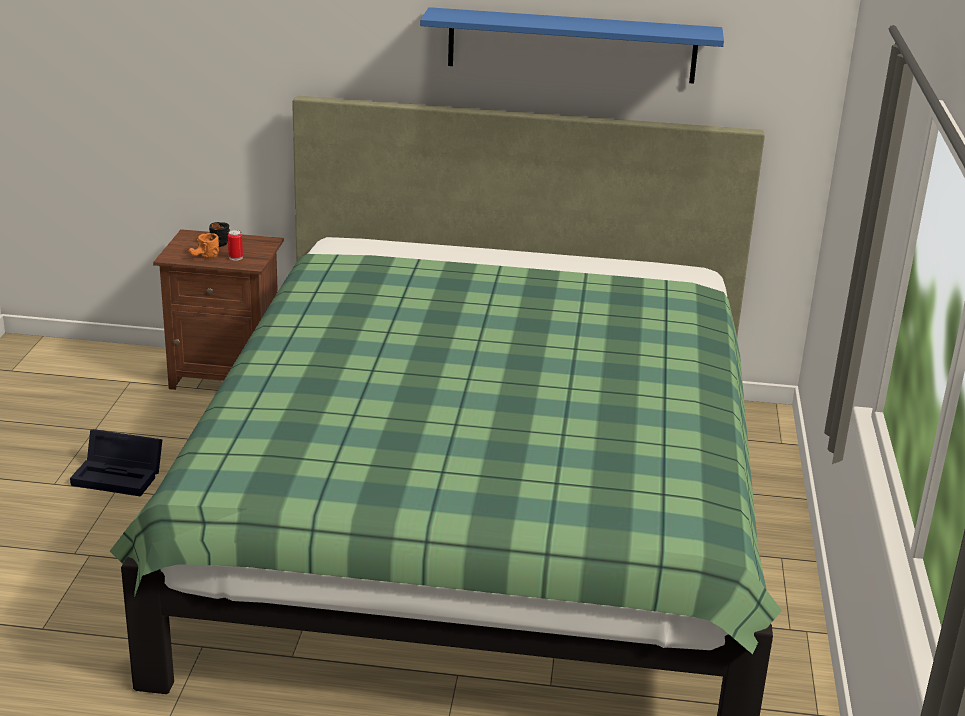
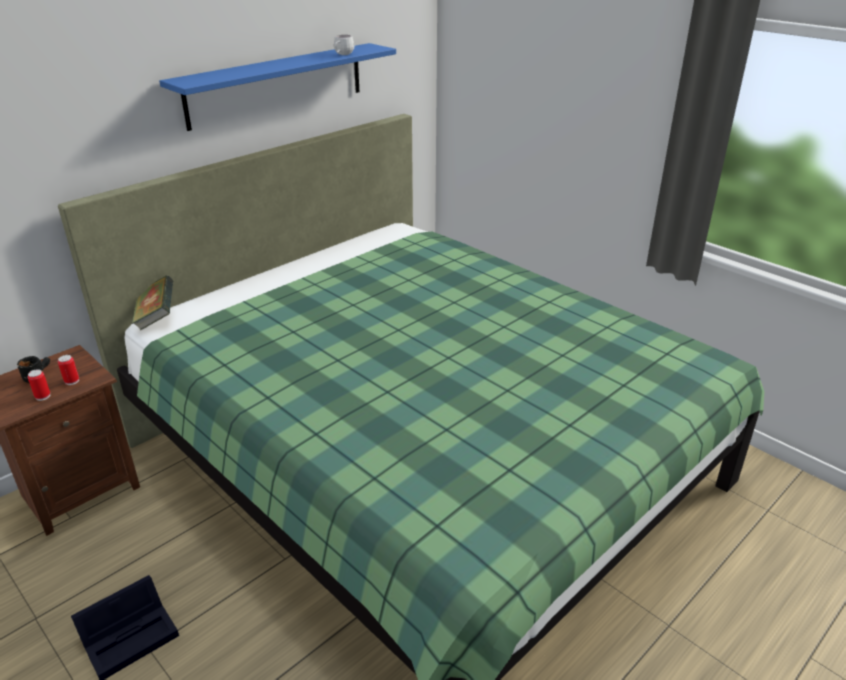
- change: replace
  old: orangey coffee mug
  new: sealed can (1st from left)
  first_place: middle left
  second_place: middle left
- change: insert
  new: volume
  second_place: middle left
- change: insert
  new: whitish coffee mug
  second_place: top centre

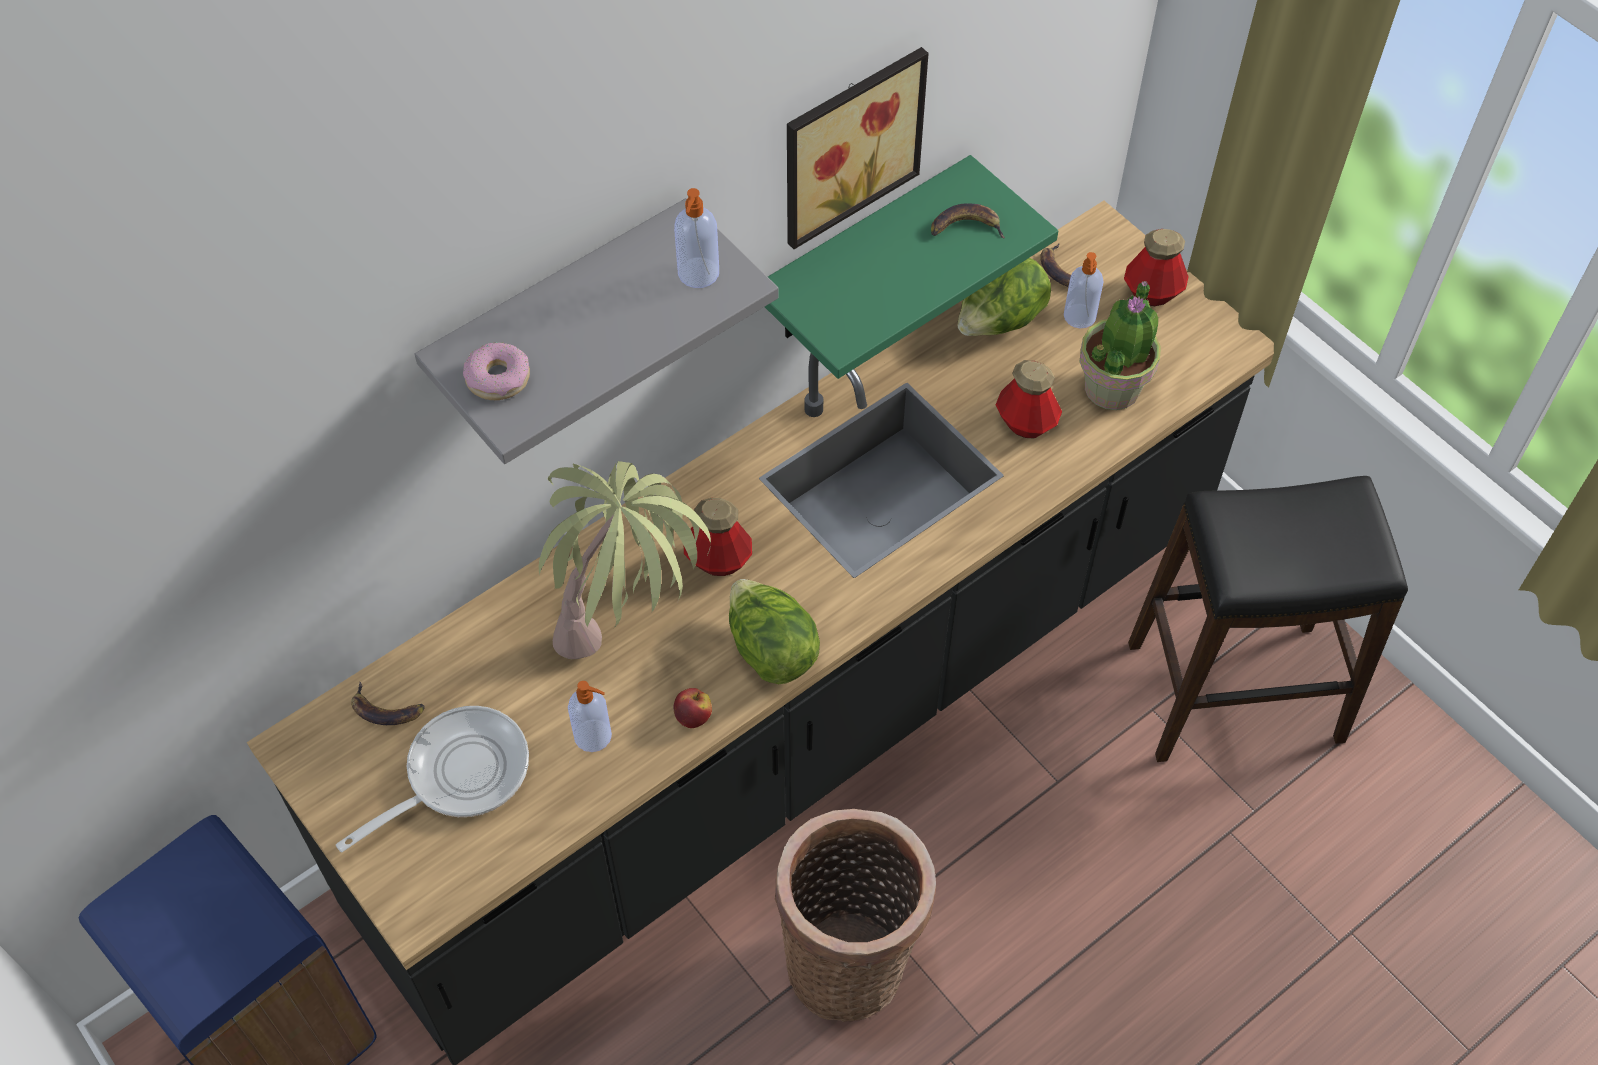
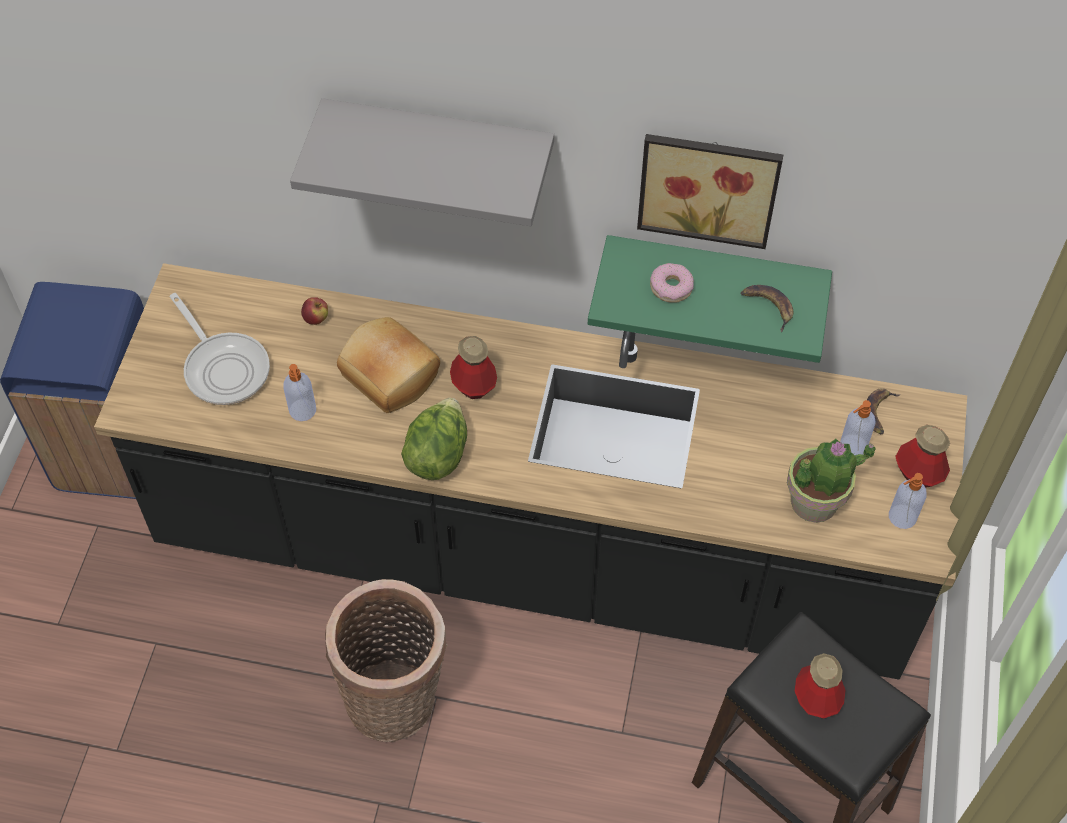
- change: rotate
  old: pan
  first_place: bottom left
  second_place: middle left
  degrees: 45
- change: move
  old: whole apple
  first_place: centre
  second_place: middle left
- change: replace
  old: potted plant (1st from left)
  new: bread
  first_place: centre
  second_place: centre
- change: move
  old: ring doughnut
  first_place: middle left
  second_place: centre
- change: move
  old: beverage bottle (2nd from left)
  first_place: centre
  second_place: bottom right
- change: move
  old: liquid soap bottle (2nd from left in the first image)
  new: liquid soap bottle (3rd from left)
  first_place: top centre
  second_place: middle right
- change: delete
  old: banana fruit (1st from left)
  first_place: middle left
- change: delete
  old: lettuce head (2nd from left)
  first_place: top centre

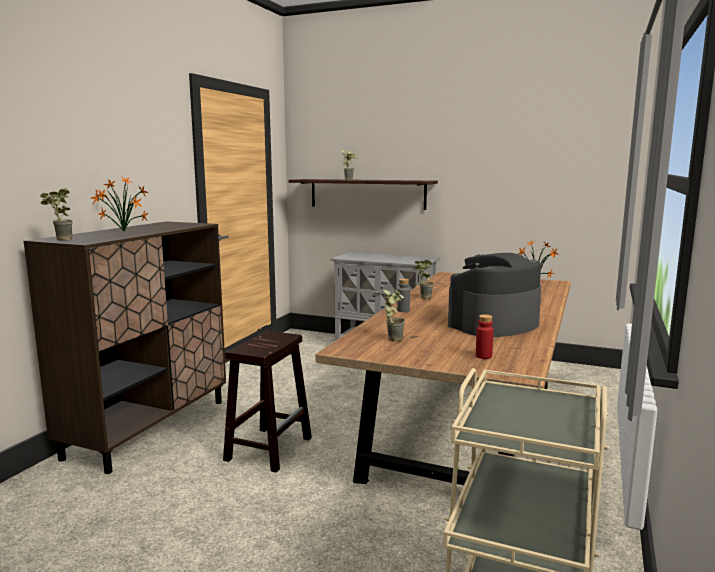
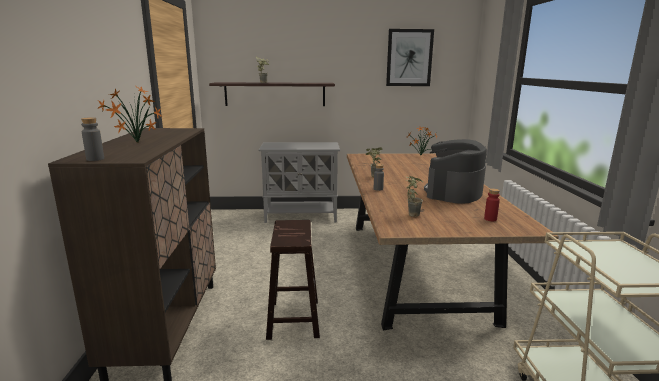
- change: replace
  old: potted plant (1st from left)
  new: greyish beverage bottle (1st from left)
  first_place: middle left
  second_place: middle left
- change: insert
  new: wall picture
  second_place: top centre

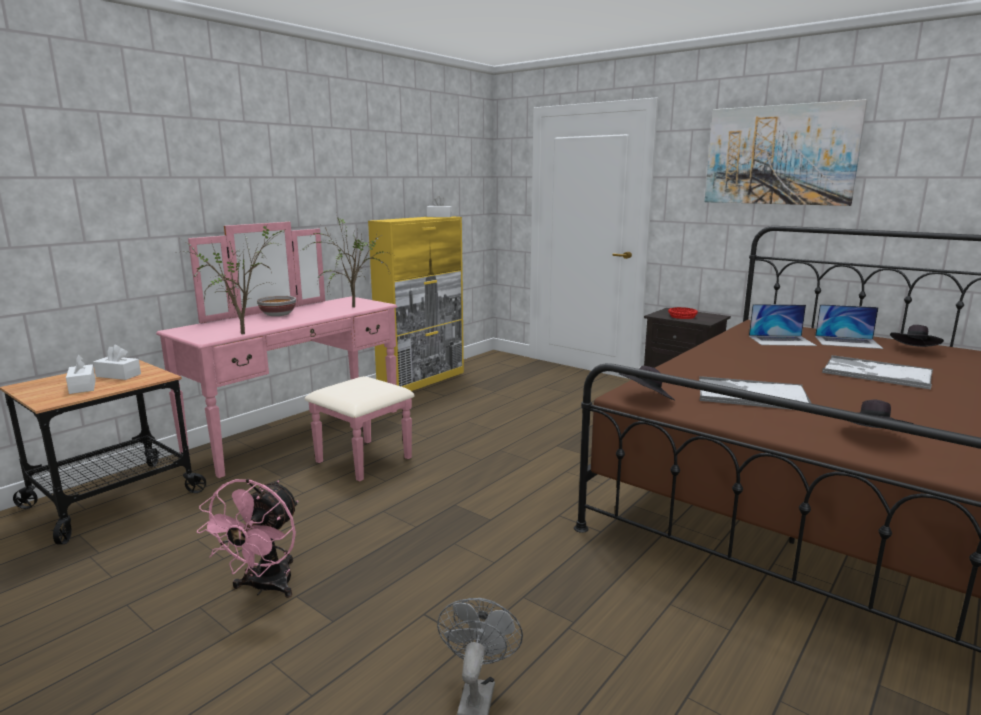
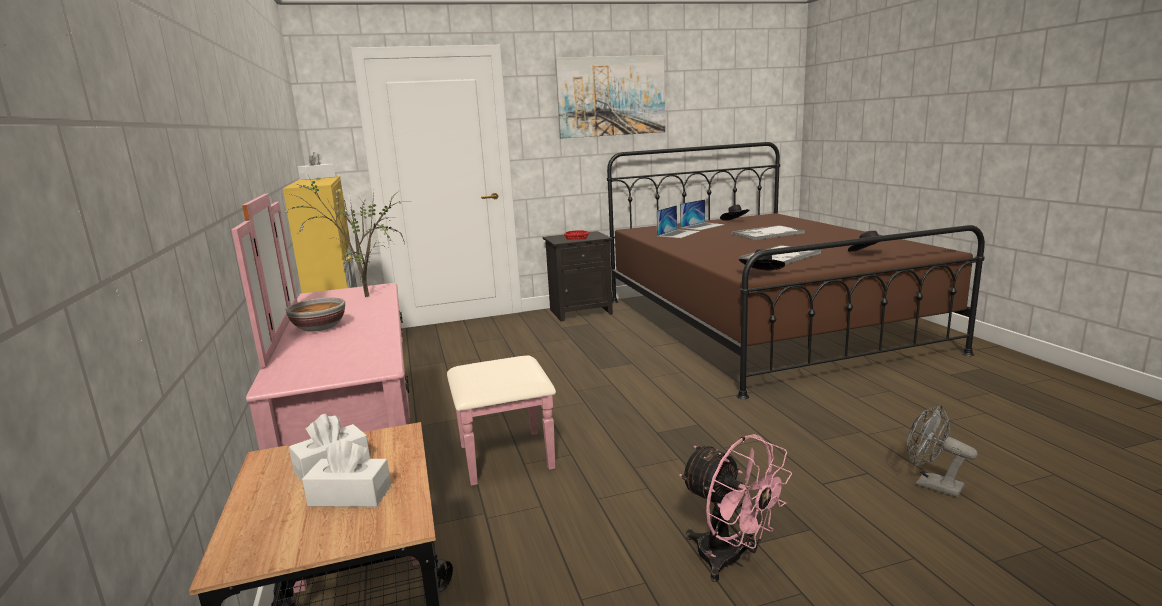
- change: delete
  old: potted plant (1st from left)
  first_place: middle left

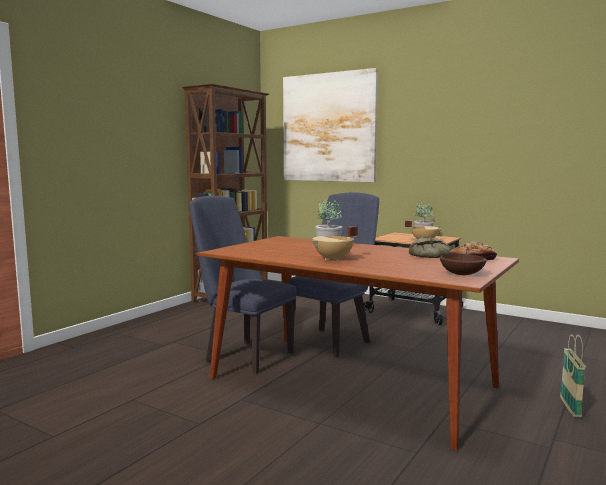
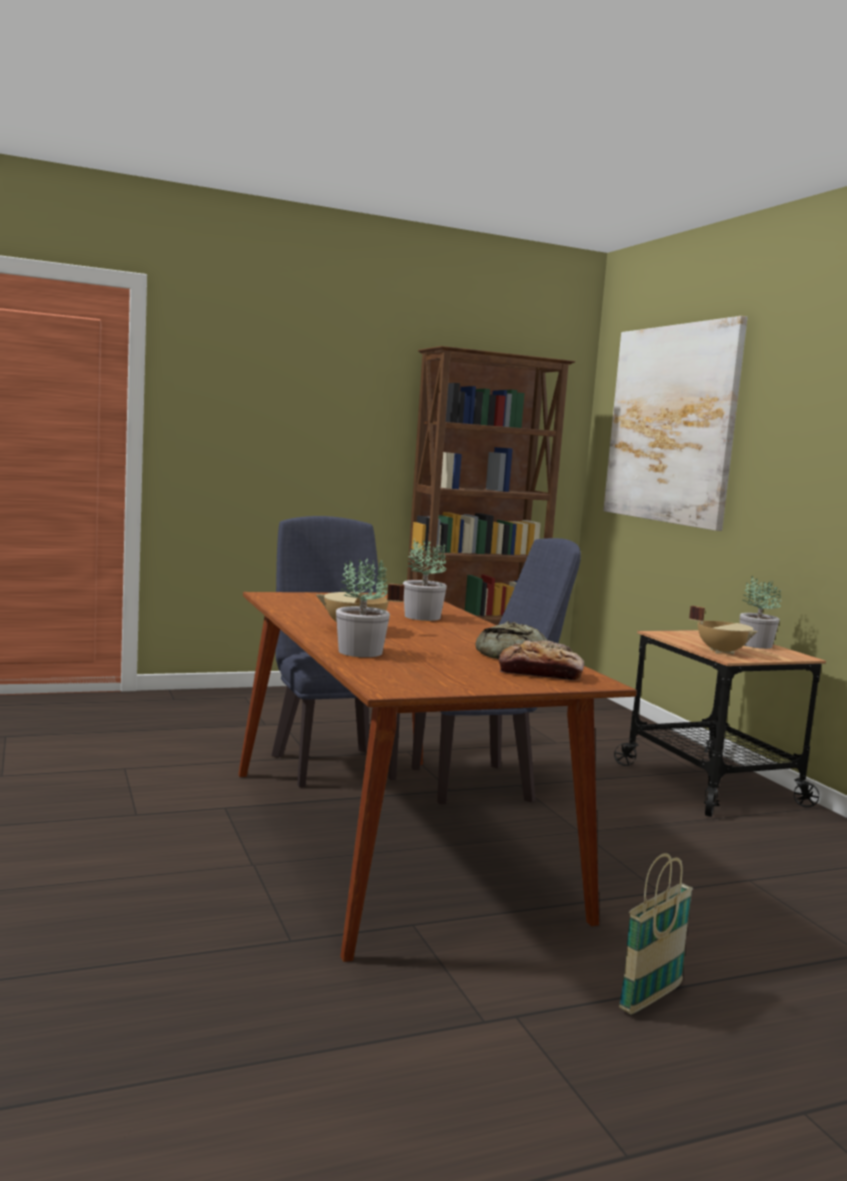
- change: insert
  new: potted plant (1st from left)
  second_place: centre
- change: delete
  old: brownish bowl
  first_place: middle right

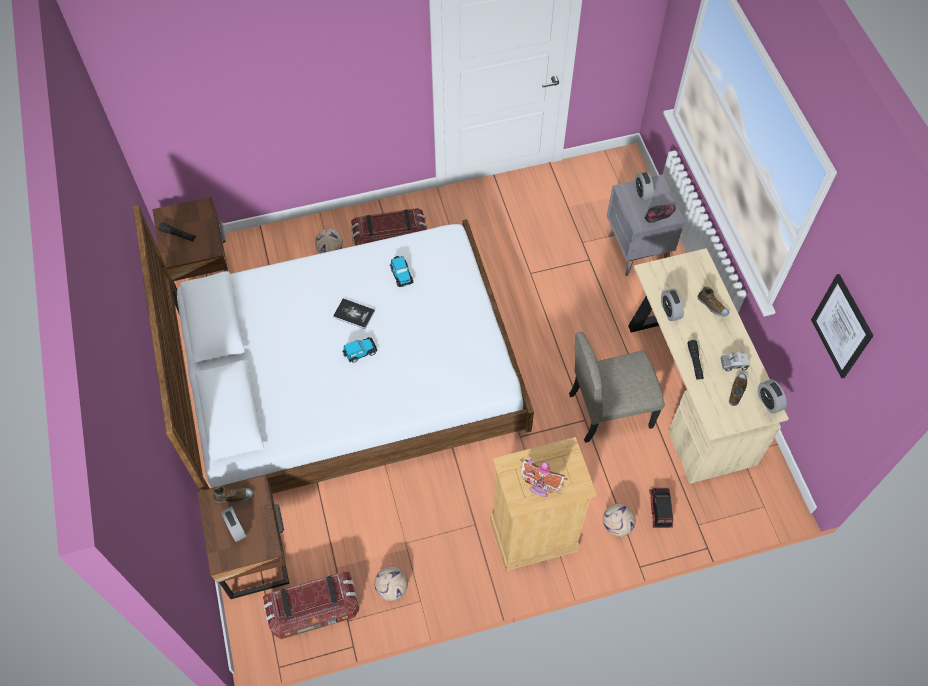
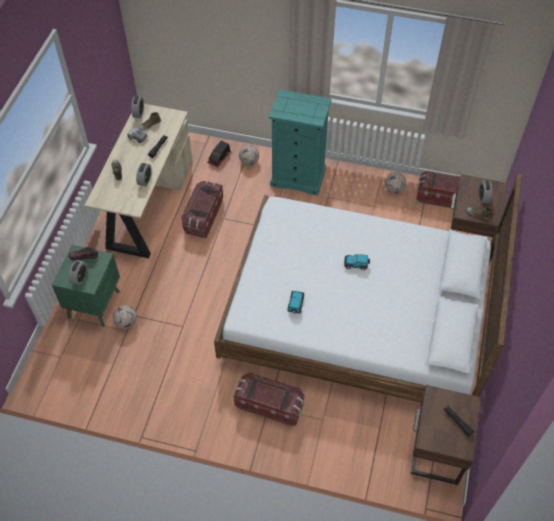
- change: recolor
  old: greyish night table
  new: green-coloured night table
  first_place: top right
  second_place: middle left
- change: move
  old: ball for football (1st from left)
  first_place: centre
  second_place: middle left
- change: replace
  old: beige-coloured upright chair
  new: storage container (1st from left)
  first_place: centre
  second_place: centre
- change: recolor
  old: beige-coloured drawer chest
  new: blue-green drawer chest
  first_place: bottom centre
  second_place: top centre
- change: delete
  old: volume
  first_place: centre
- change: delete
  old: model house
  first_place: bottom centre
- change: delete
  old: wall picture
  first_place: middle right

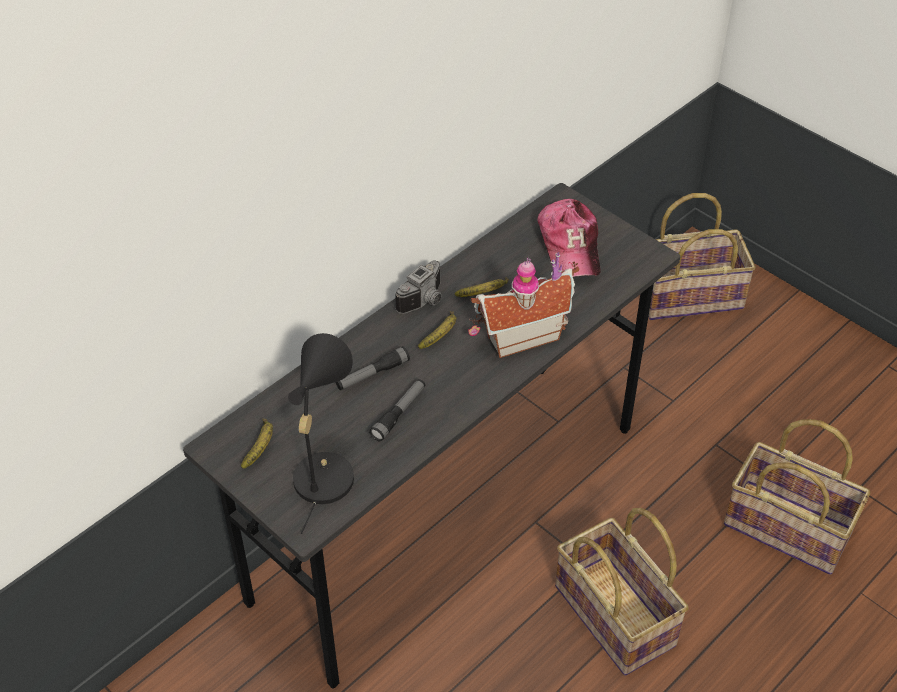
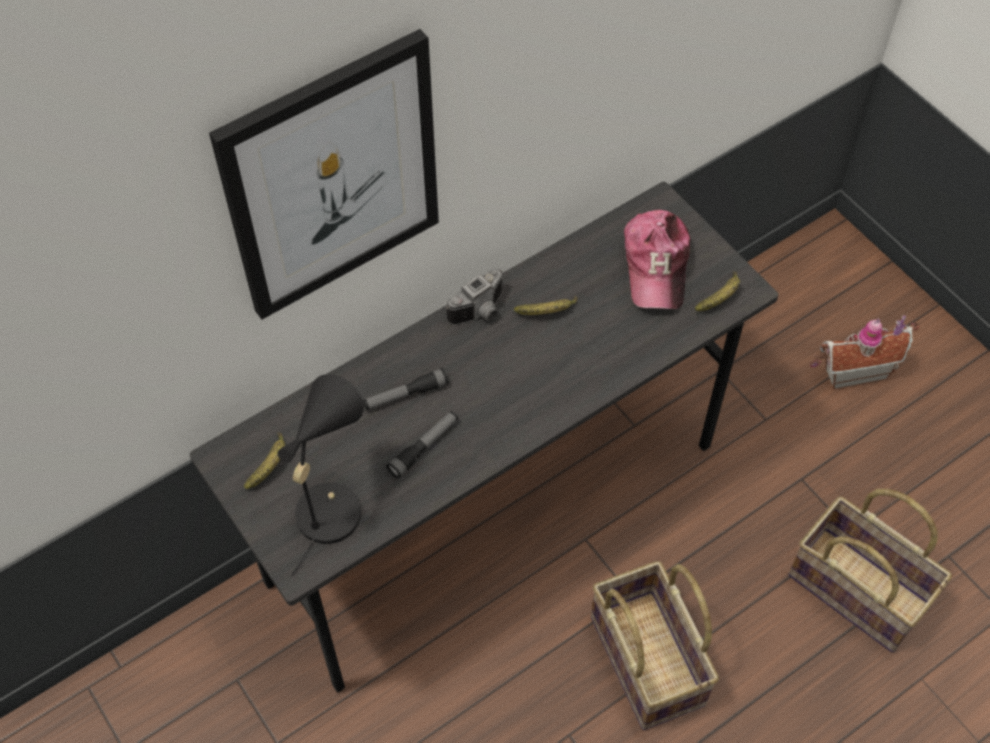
- change: insert
  new: wall picture
  second_place: top left
- change: move
  old: banana fruit (2nd from left in the first image)
  new: banana fruit (3rd from left)
  first_place: centre
  second_place: middle right
- change: move
  old: model house
  first_place: centre
  second_place: middle right
- change: delete
  old: storage basket (2nd from left)
  first_place: middle right

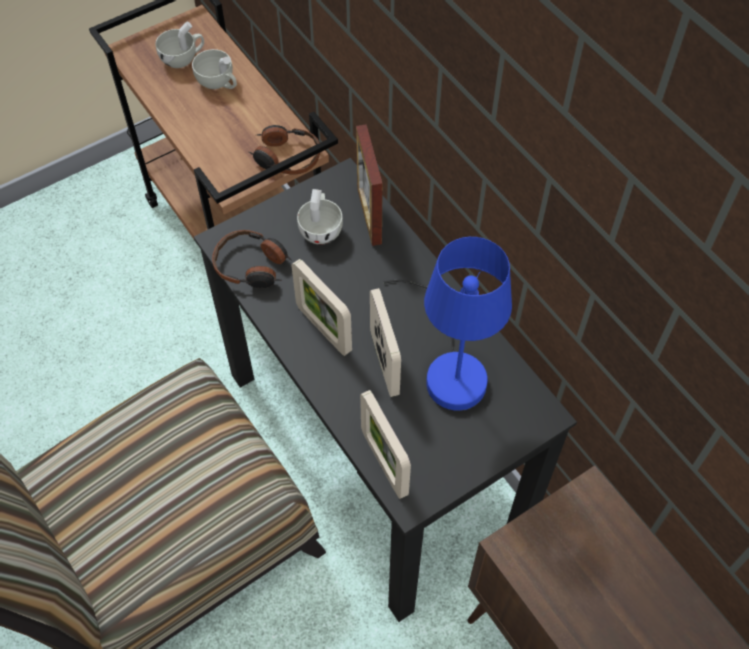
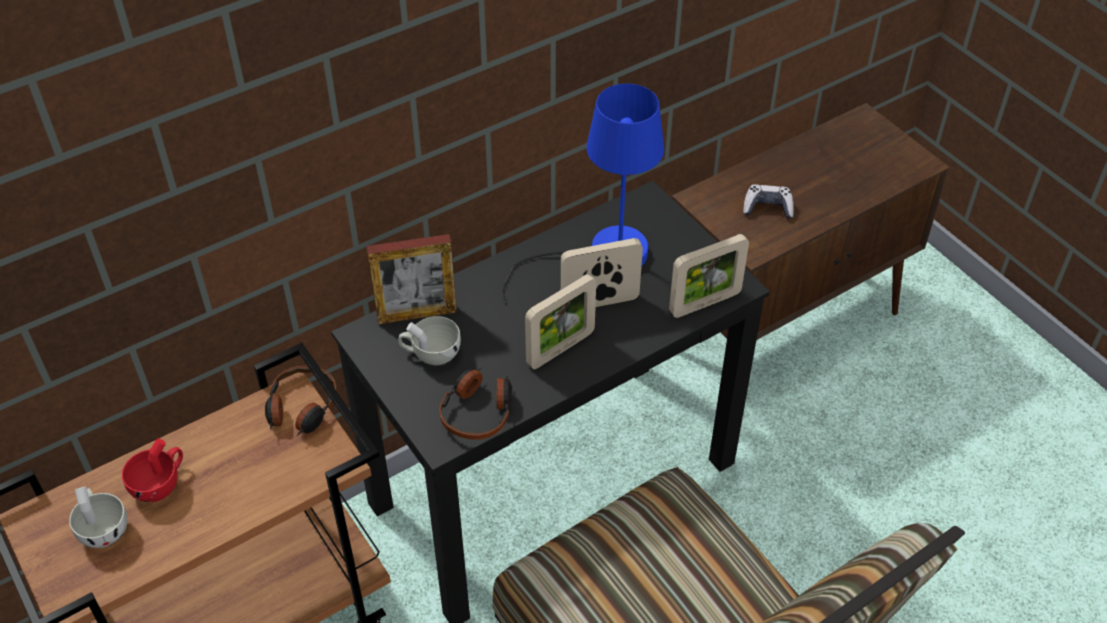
- change: recolor
  old: whitish small cup (2nd from left)
  new: red small cup
  first_place: top left
  second_place: bottom left
- change: insert
  new: game controller
  second_place: top right

